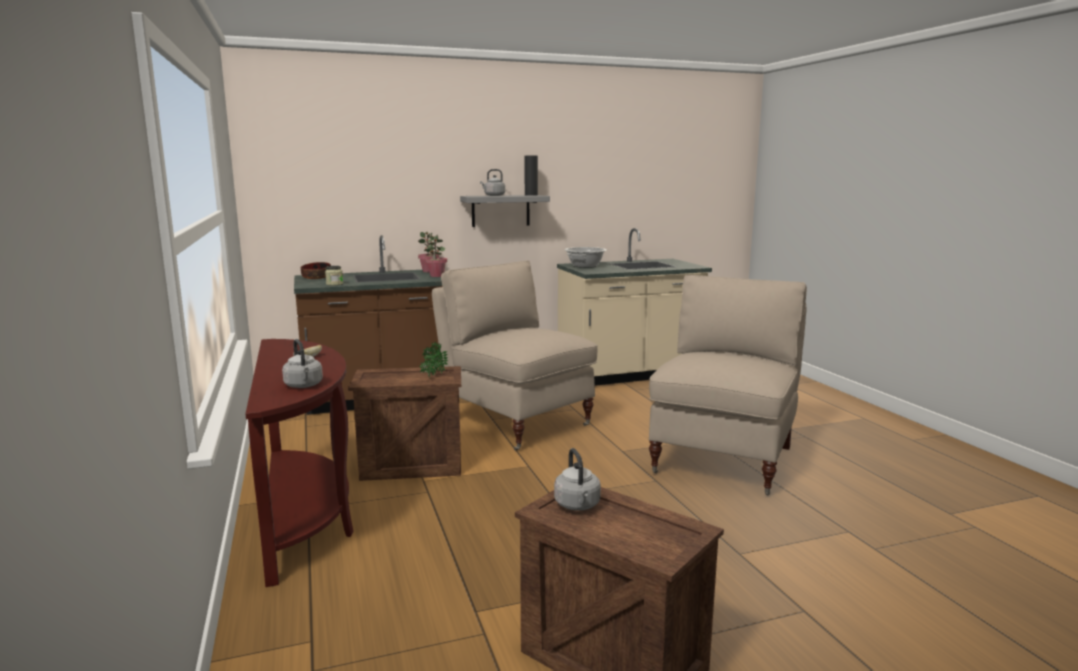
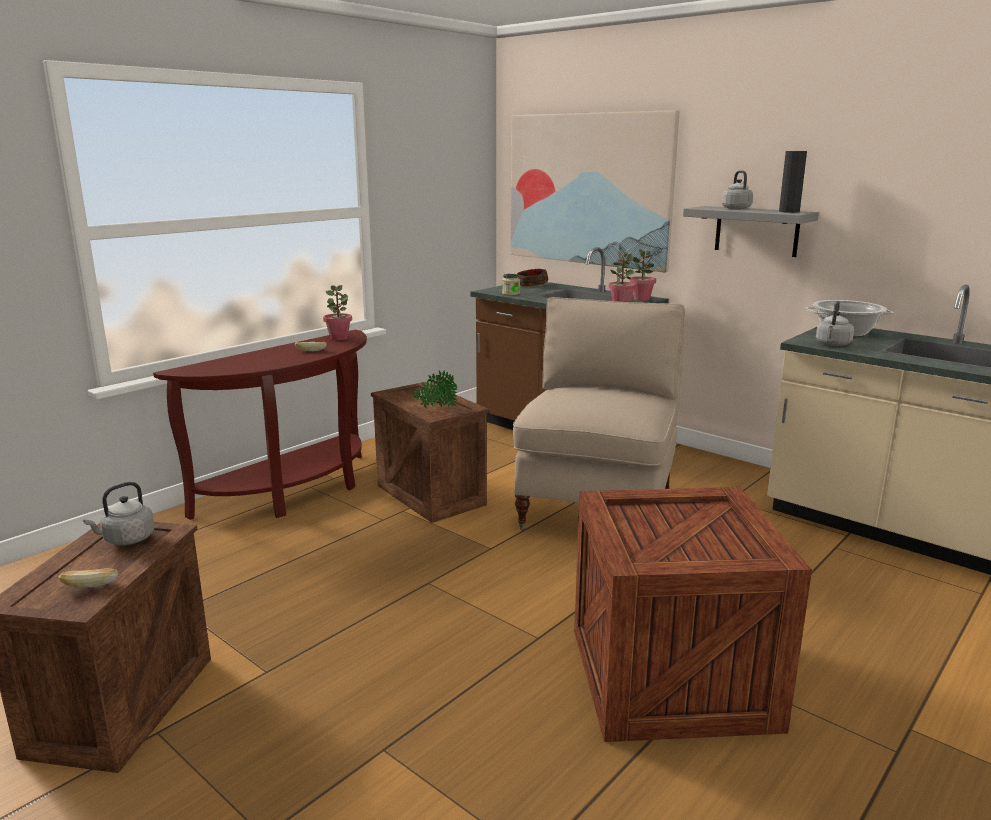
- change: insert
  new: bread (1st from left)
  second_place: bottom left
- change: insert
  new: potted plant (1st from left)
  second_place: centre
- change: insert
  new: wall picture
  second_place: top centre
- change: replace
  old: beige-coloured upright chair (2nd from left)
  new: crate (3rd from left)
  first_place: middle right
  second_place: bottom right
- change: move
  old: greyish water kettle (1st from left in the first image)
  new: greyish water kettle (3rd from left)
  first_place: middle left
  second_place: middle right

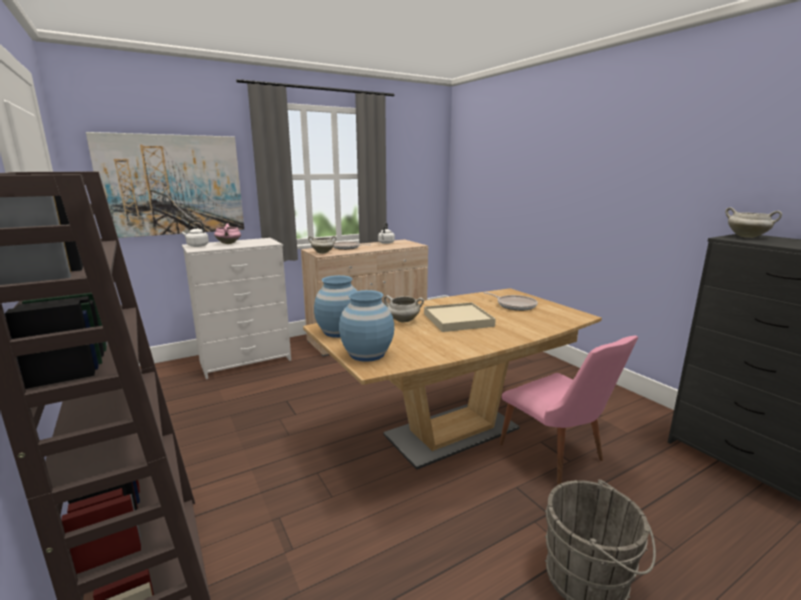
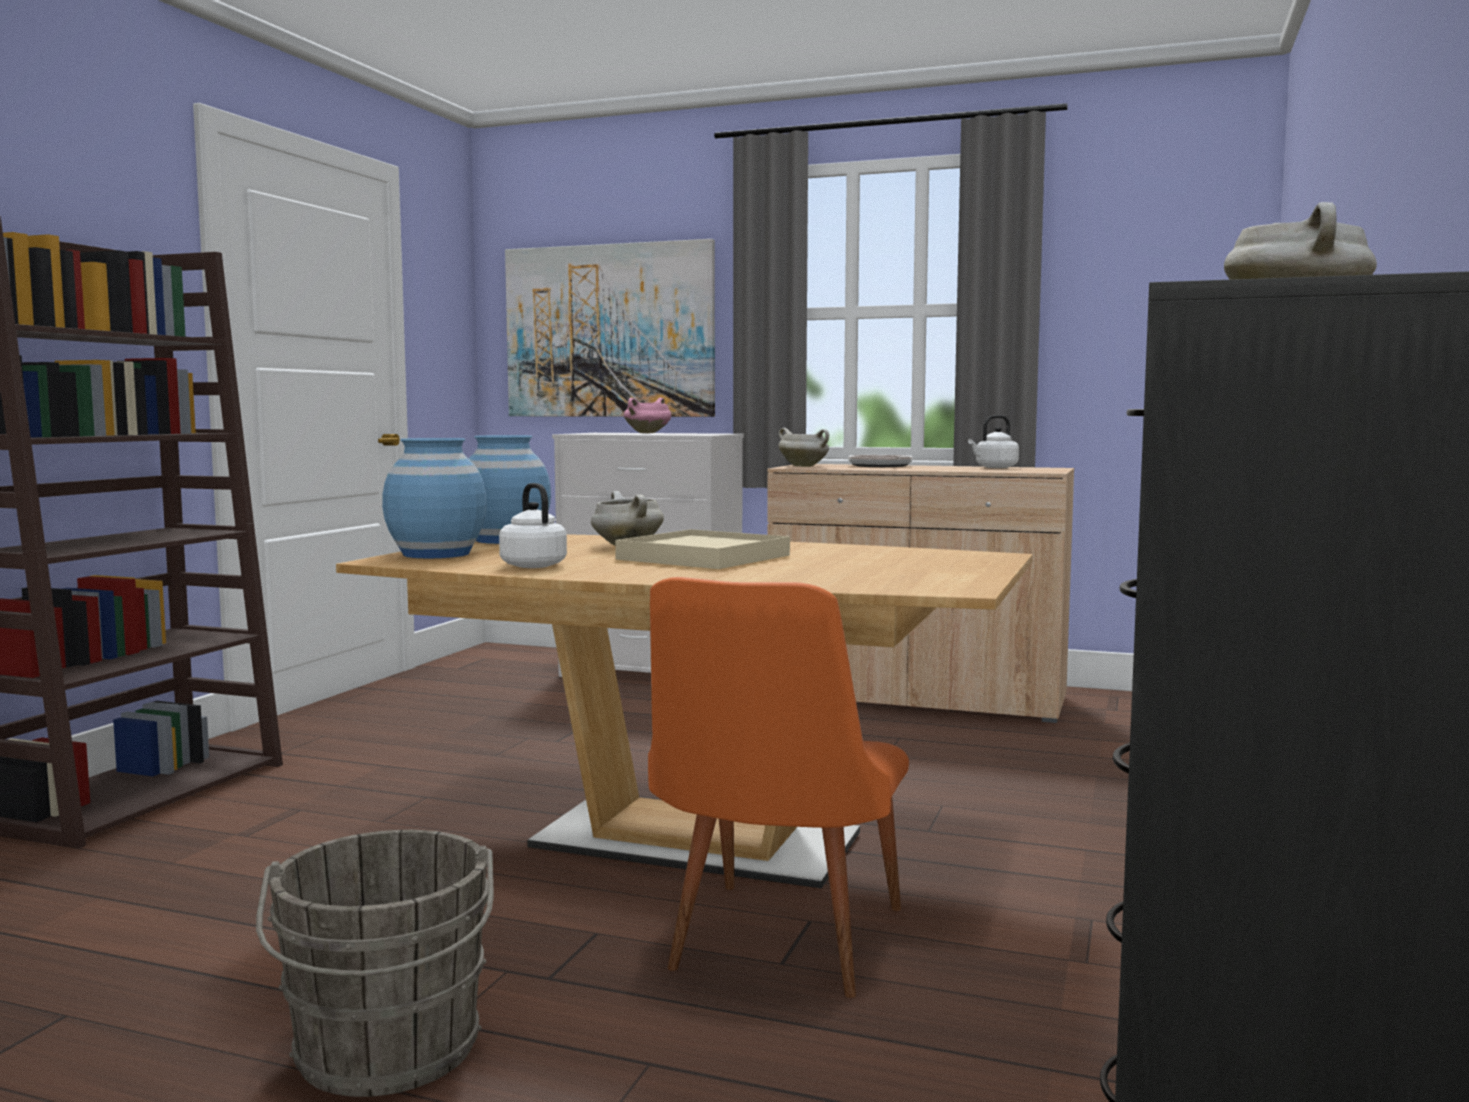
- change: move
  old: whitish water kettle (1st from left)
  first_place: middle left
  second_place: centre
- change: recolor
  old: pink-coloured upright chair
  new: orangey upright chair
  first_place: bottom right
  second_place: bottom centre
- change: delete
  old: pan (2nd from left)
  first_place: centre

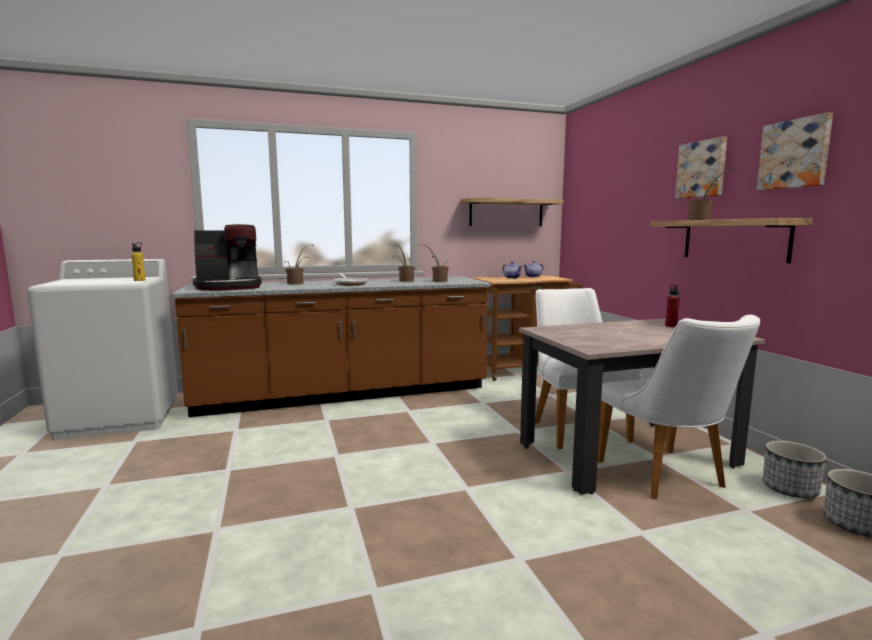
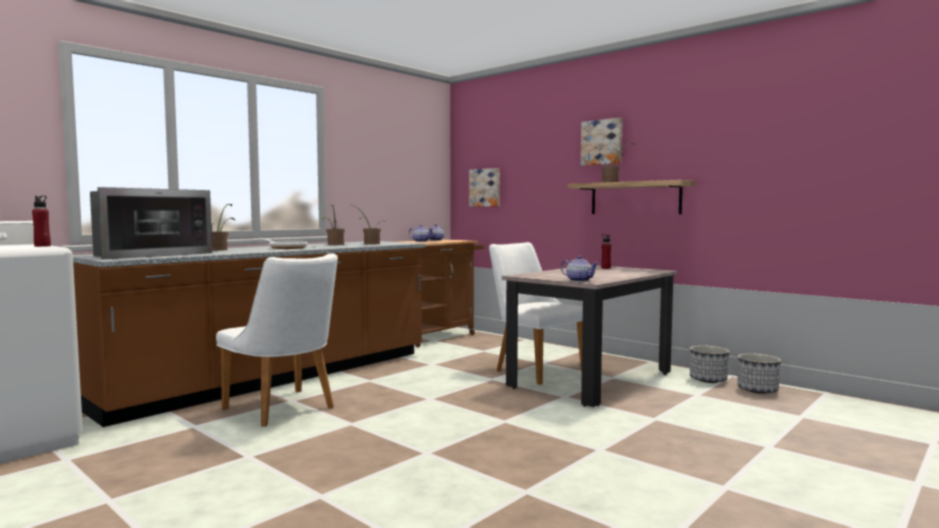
- change: recolor
  old: yellowish beverage bottle
  new: red beverage bottle (1st from left)
  first_place: middle left
  second_place: middle left
- change: replace
  old: coffee machine
  new: kitchen microwave
  first_place: middle left
  second_place: middle left
- change: move
  old: whitish upright chair (2nd from left in the first image)
  new: whitish upright chair (1st from left)
  first_place: middle right
  second_place: middle left
- change: move
  old: wall picture (2nd from left in the first image)
  new: wall picture (1st from left)
  first_place: top right
  second_place: centre
- change: insert
  new: pot for tea (3rd from left)
  second_place: centre
- change: delete
  old: bracket shelf (1st from left)
  first_place: top centre

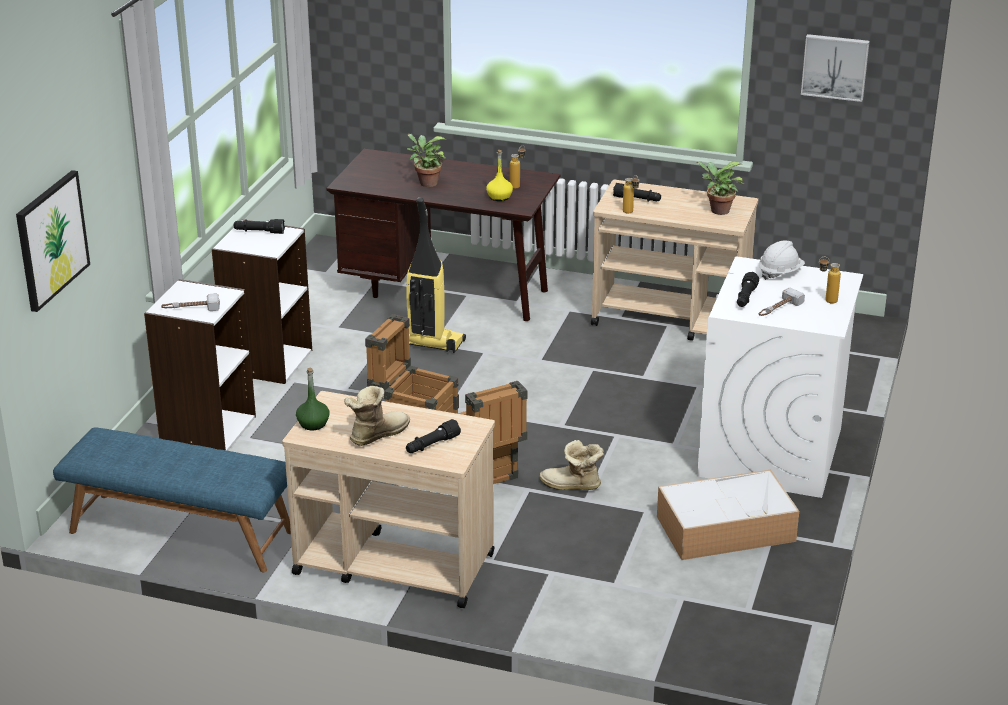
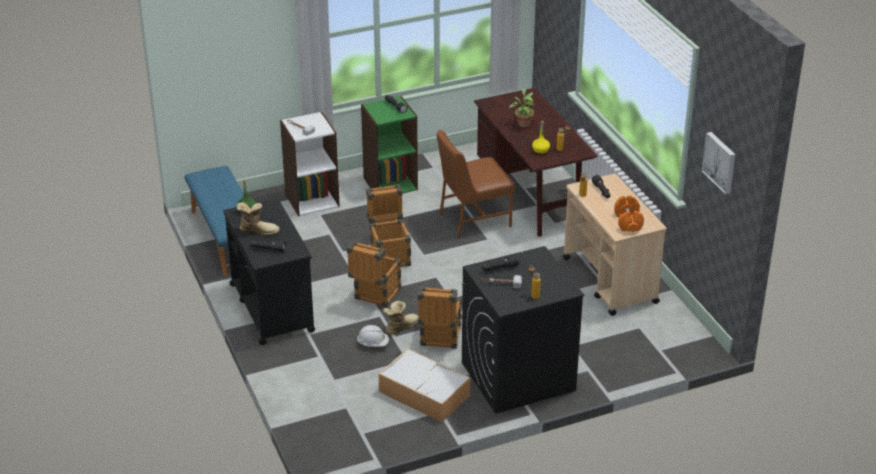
- change: recolor
  old: beige-coloured wheeled cart (1st from left)
  new: black-coloured wheeled cart
  first_place: bottom centre
  second_place: middle left
- change: move
  old: whitish hard hat
  first_place: middle right
  second_place: bottom centre
- change: recolor
  old: whitish shelving unit (2nd from left)
  new: green-coloured shelving unit
  first_place: middle left
  second_place: top centre
- change: rotate
  old: tall boot (2nd from left)
  first_place: centre
  second_place: bottom centre
  degrees: 75
- change: insert
  new: crate (3rd from left)
  second_place: bottom centre
- change: replace
  old: hoover
  new: brownish upright chair
  first_place: centre
  second_place: centre
- change: recolor
  old: whitish washing machine
  new: black-coloured washing machine
  first_place: middle right
  second_place: bottom centre
- change: replace
  old: potted plant (2nd from left)
  new: orangey free weight
  first_place: top right
  second_place: middle right
- change: delete
  old: wall picture (1st from left)
  first_place: middle left

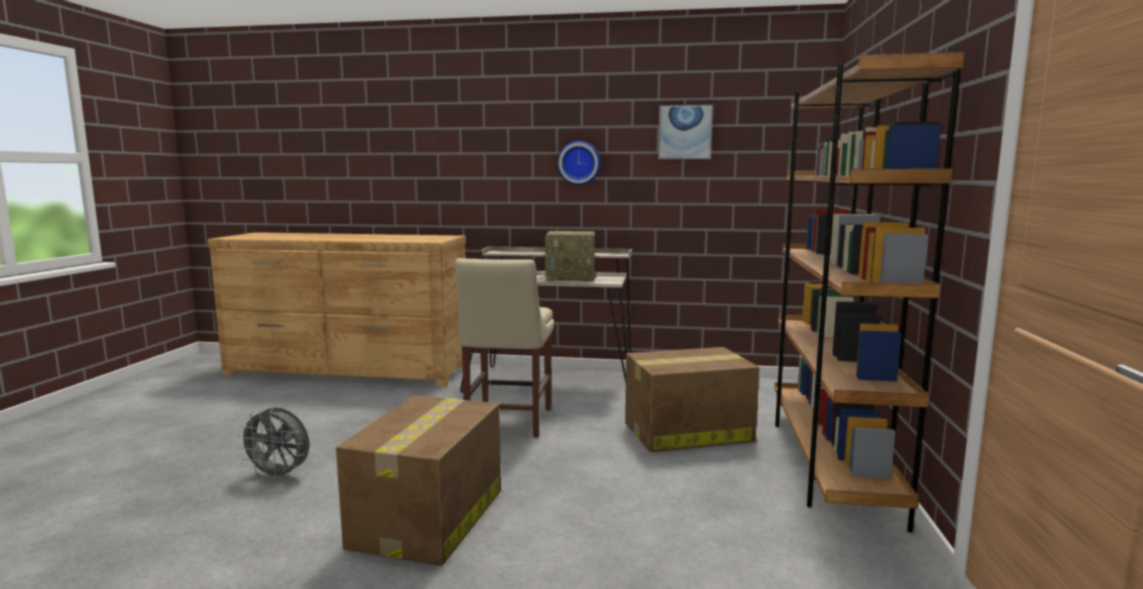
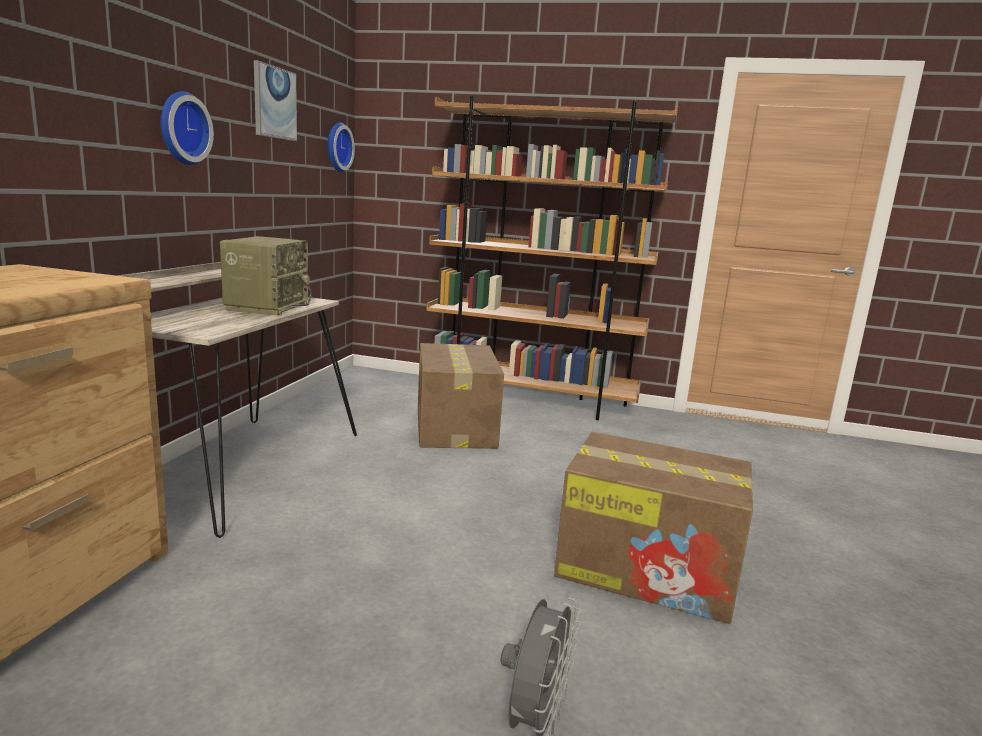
- change: insert
  new: wall clock (2nd from left)
  second_place: top centre
- change: delete
  old: beige-coloured upright chair
  first_place: centre

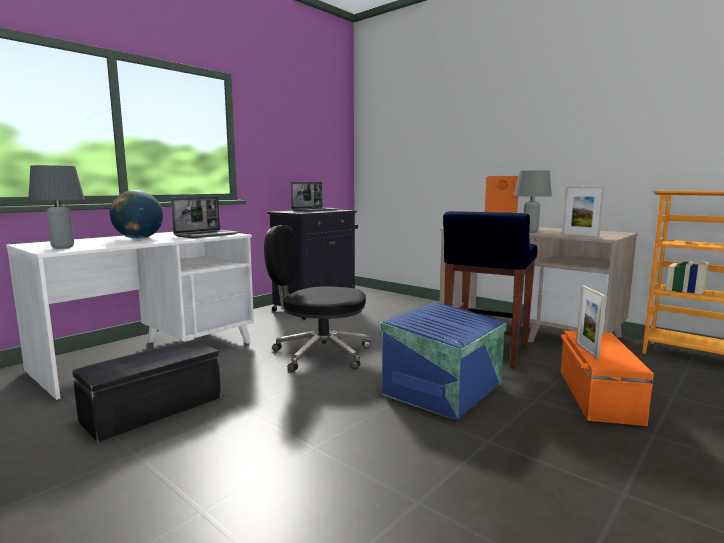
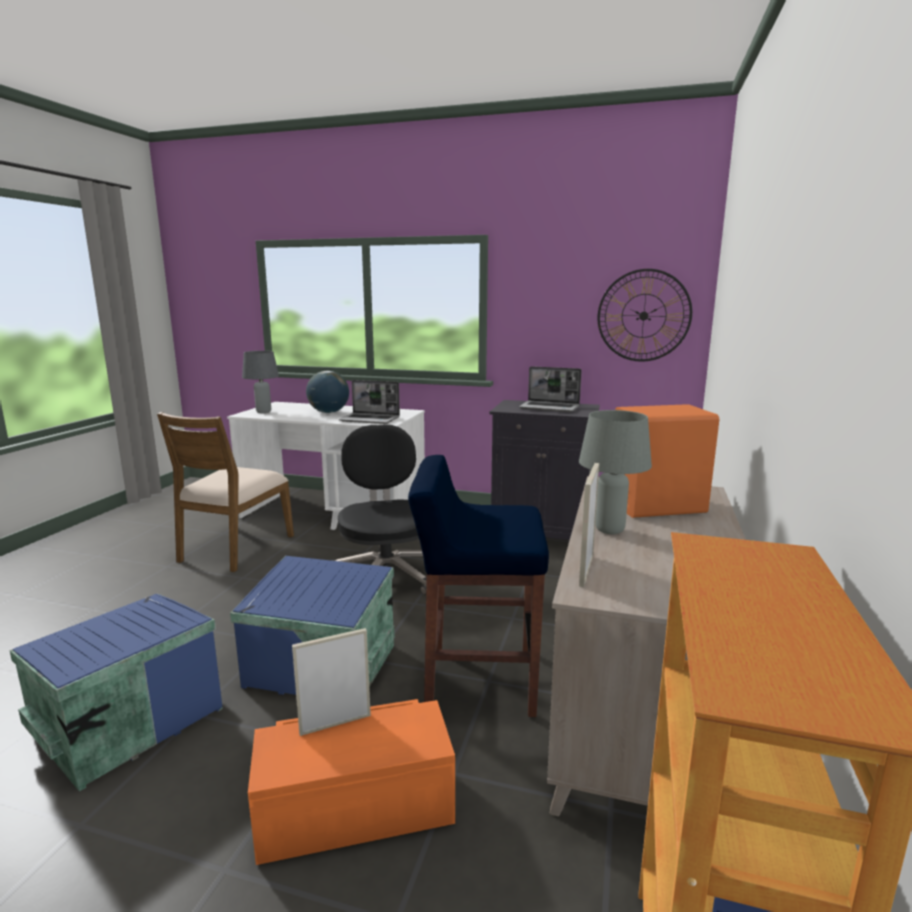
- change: insert
  new: blue storage container (1st from left)
  second_place: bottom left
- change: replace
  old: black-coloured storage container
  new: brownish upright chair
  first_place: bottom left
  second_place: middle left
- change: insert
  new: wall clock
  second_place: middle right

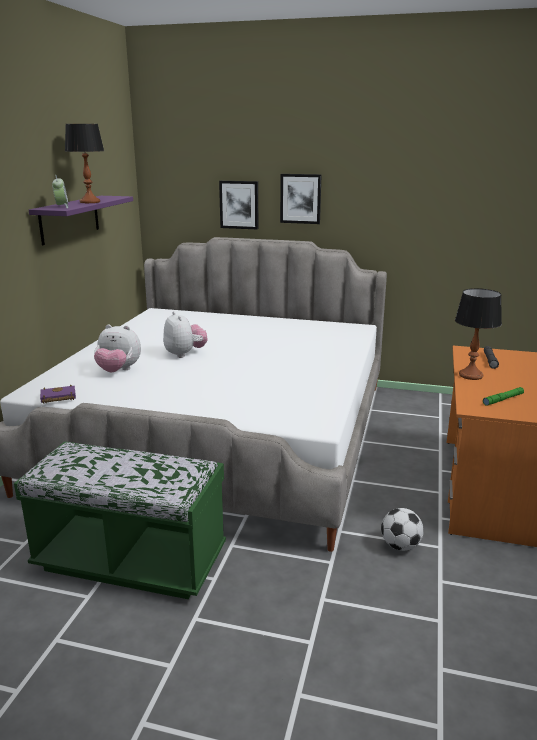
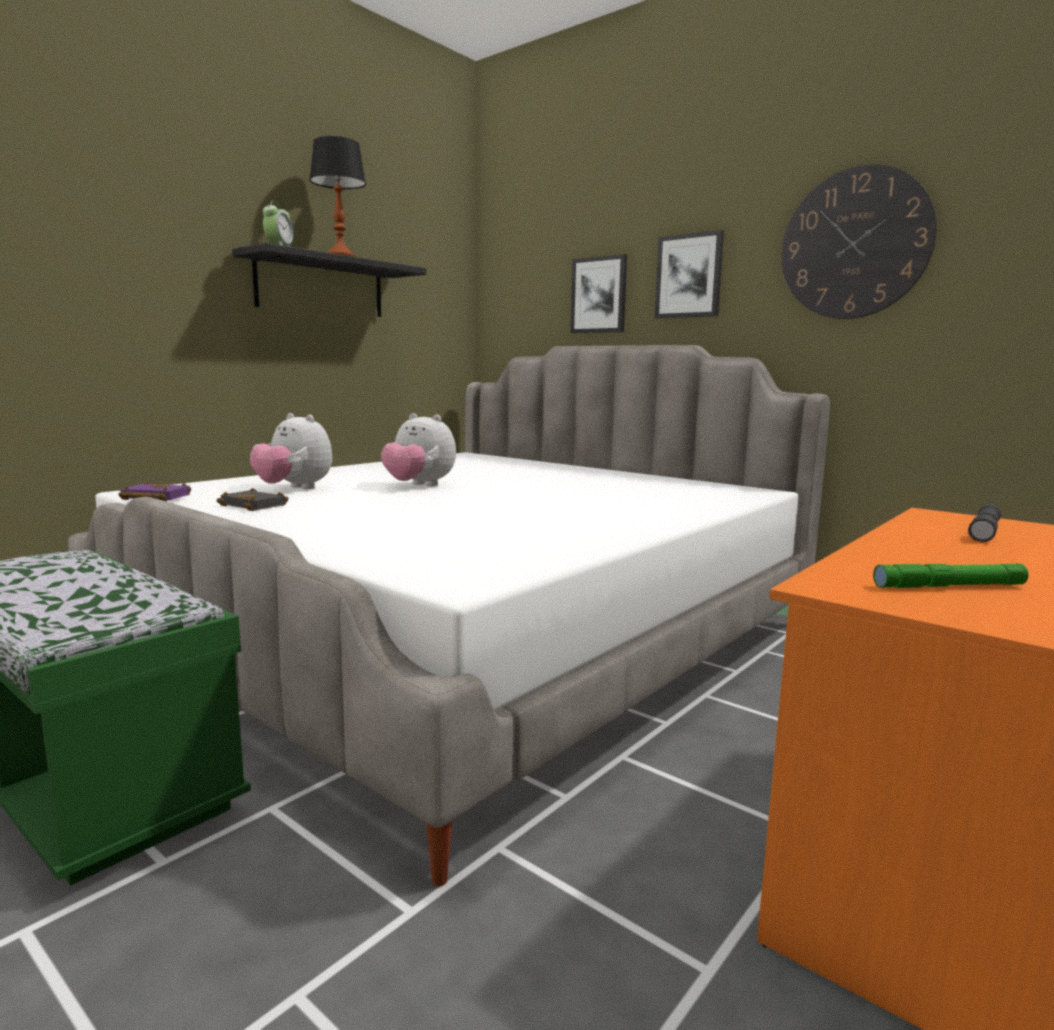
- change: insert
  new: black-coloured volume
  second_place: middle left
- change: recolor
  old: purple bracket shelf
  new: black-coloured bracket shelf
  first_place: top left
  second_place: top left
- change: rotate
  old: plush toy (2nd from left)
  first_place: centre
  second_place: centre
  degrees: 120
- change: insert
  new: wall clock
  second_place: top right
- change: delete
  old: ball for football
  first_place: bottom right
- change: delete
  old: tabletop lamp (2nd from left)
  first_place: middle right

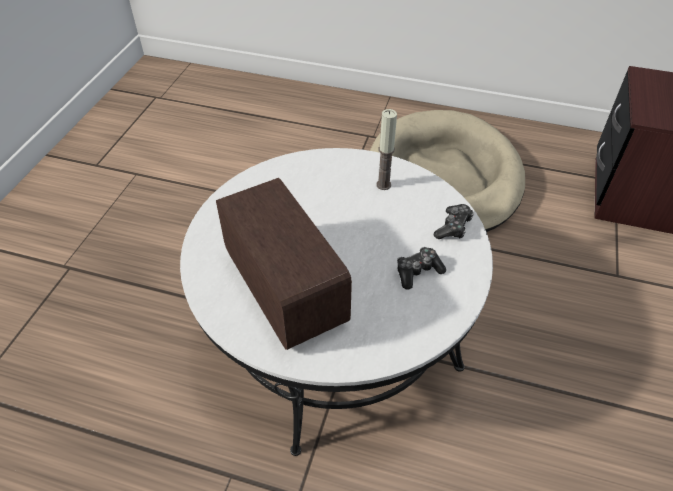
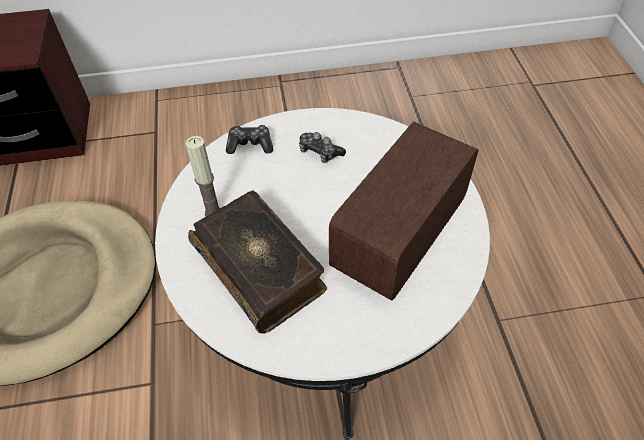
- change: insert
  new: volume
  second_place: centre

